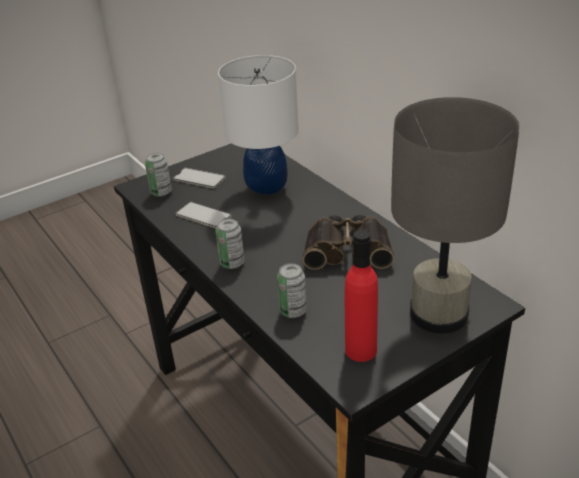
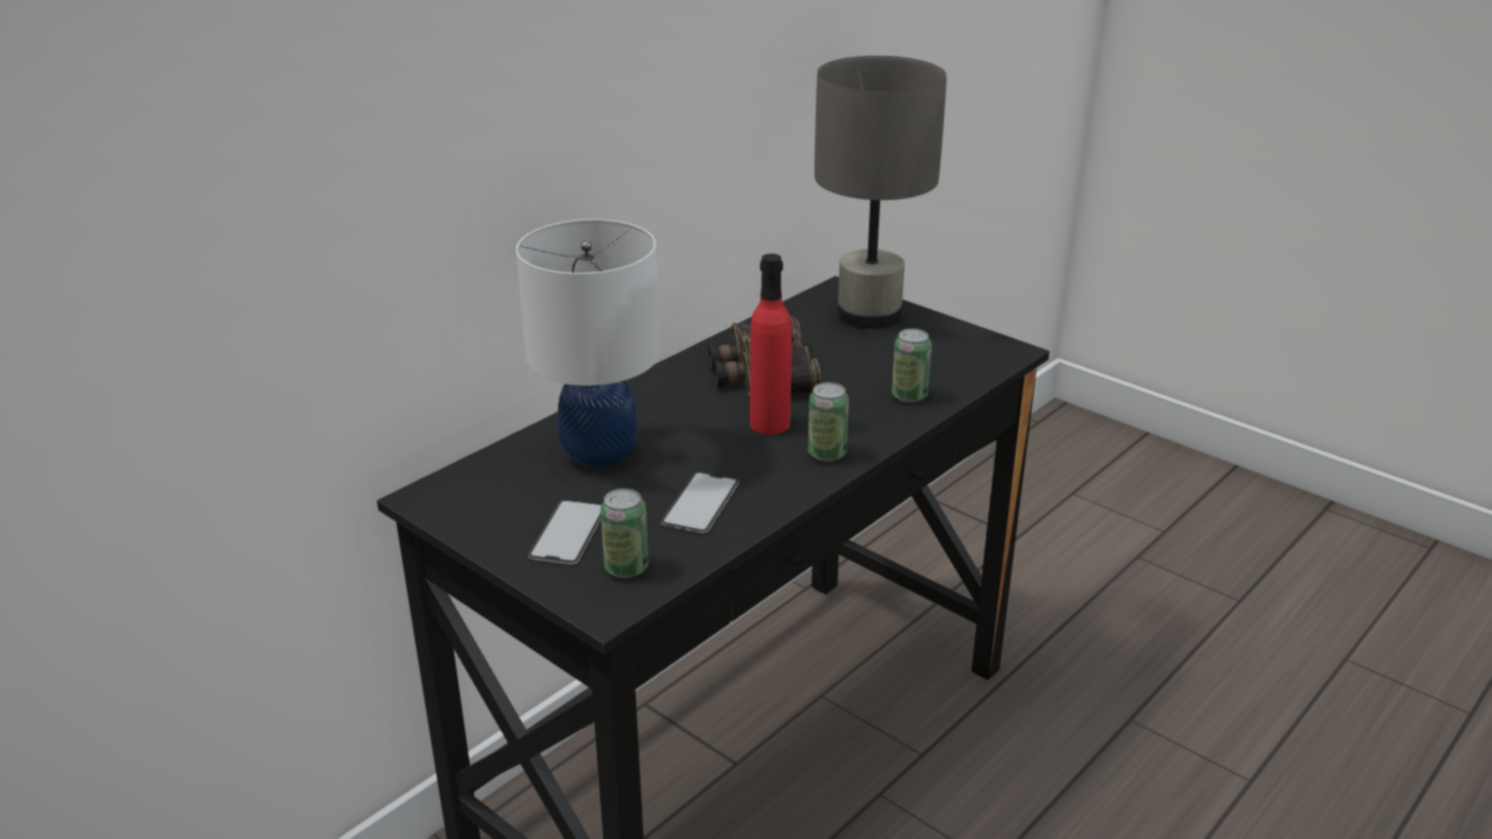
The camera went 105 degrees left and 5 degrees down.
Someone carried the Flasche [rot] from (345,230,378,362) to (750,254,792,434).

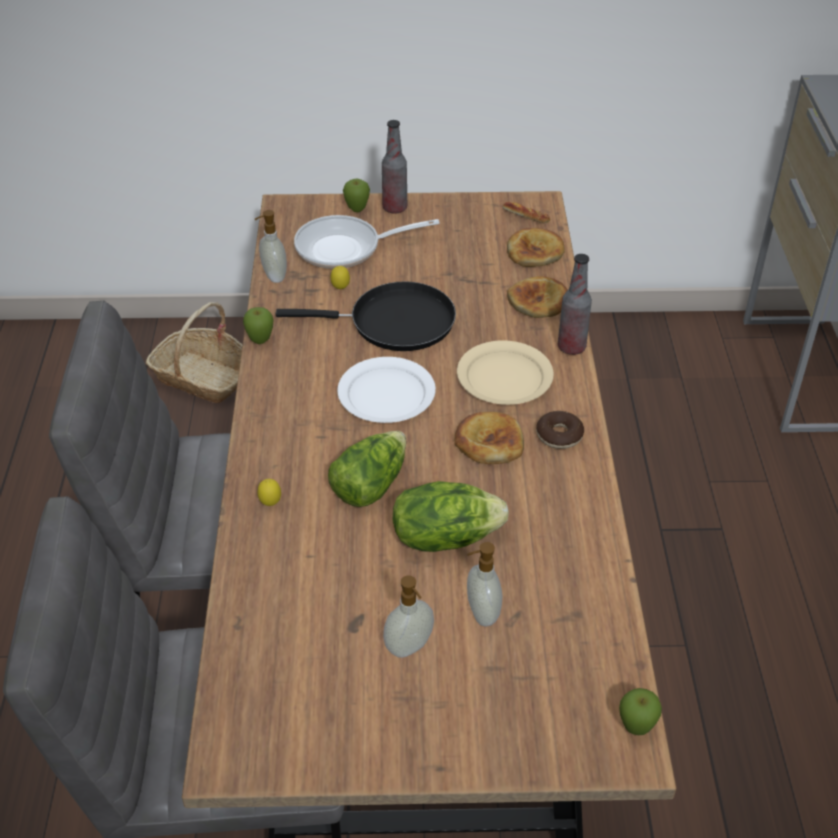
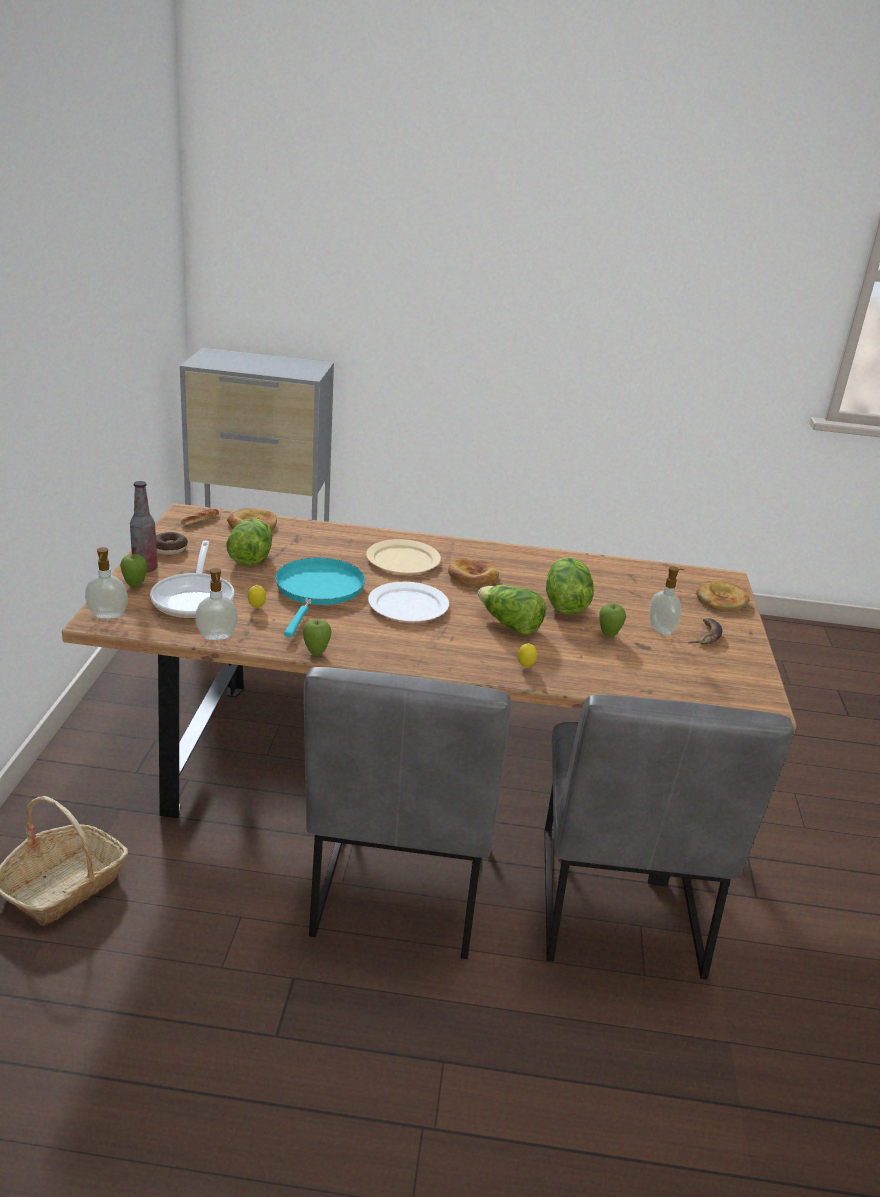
The camera went 85 degrees left and 15 degrees down.
Someone repainted the Pfanne [schwarz] at (276,281,456,351), which became the Pfanne [türkis] at (275,558,365,637).
Someone carried the Seifenspender from (467,542,502,626) to (85,547,128,618).
Someone carried the Brot from (507,276,568,318) to (696,581,750,612).
Someone carried the Donut from (536,411,584,449) to (156,532,188,555).
Someone took away the Flasche at (558,254,592,355).
Someone carried the Apfel from (619,688,662,735) to (599,603,626,637).
Someone put down the Salatkopf at (226,519,272,566).
Someone put down the Banane at (687,618,722,645).

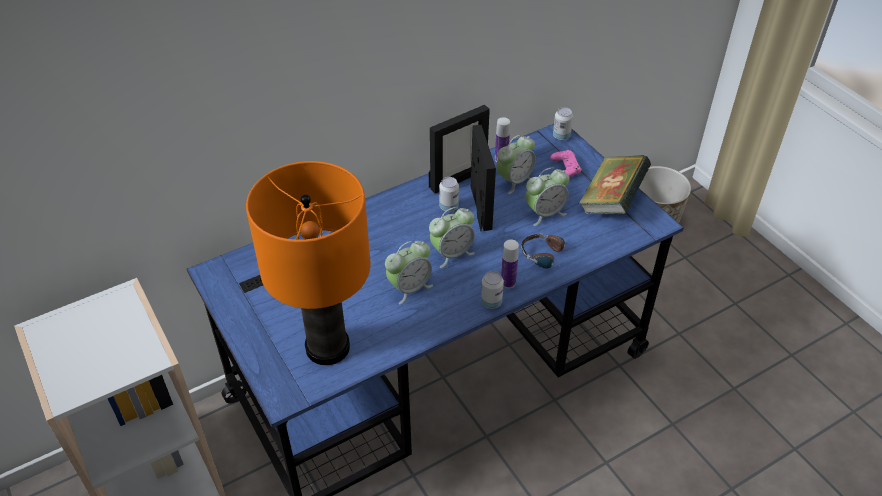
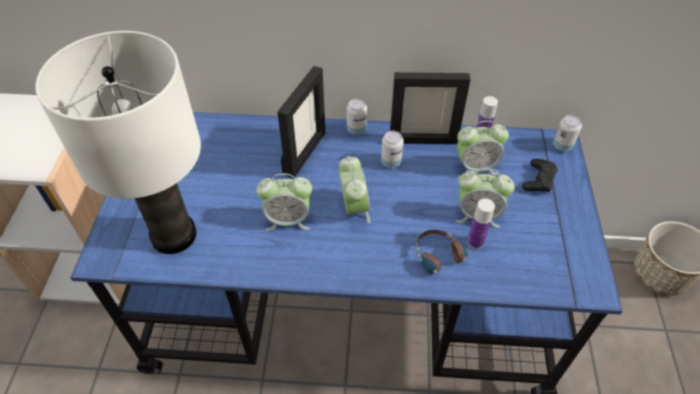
The camera went 35 degrees right and 5 degrees up.
Someone repainted the Tischlampe [orange] at (246,161,371,365), which became the Tischlampe [weiß] at (35,31,201,254).
Someone rotated the Wecker at (429,207,475,268) by 105 degrees counterclockwise.
Someone carried the Bilderrahmen from (471,125,496,231) to (277,66,325,179).
Someone carried the Dose from (481,271,504,309) to (347,98,367,135).
Someone carried the Flasche from (501,240,519,288) to (467,199,495,249).
Someone repainted the Gamepad [rosa] at (550,150,582,178), which became the Gamepad [schwarz] at (522,159,558,193).
Someone took away the Buch at (579,155,651,214).

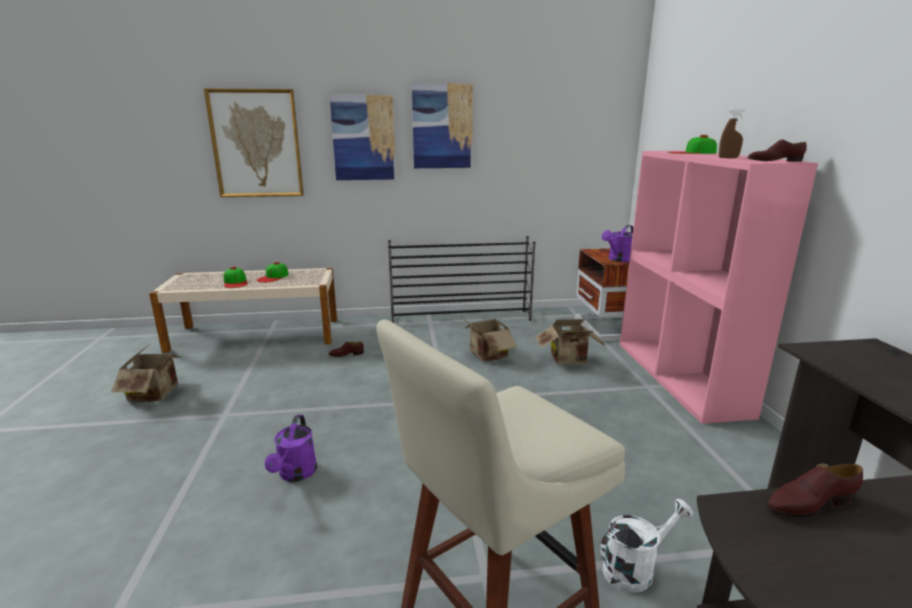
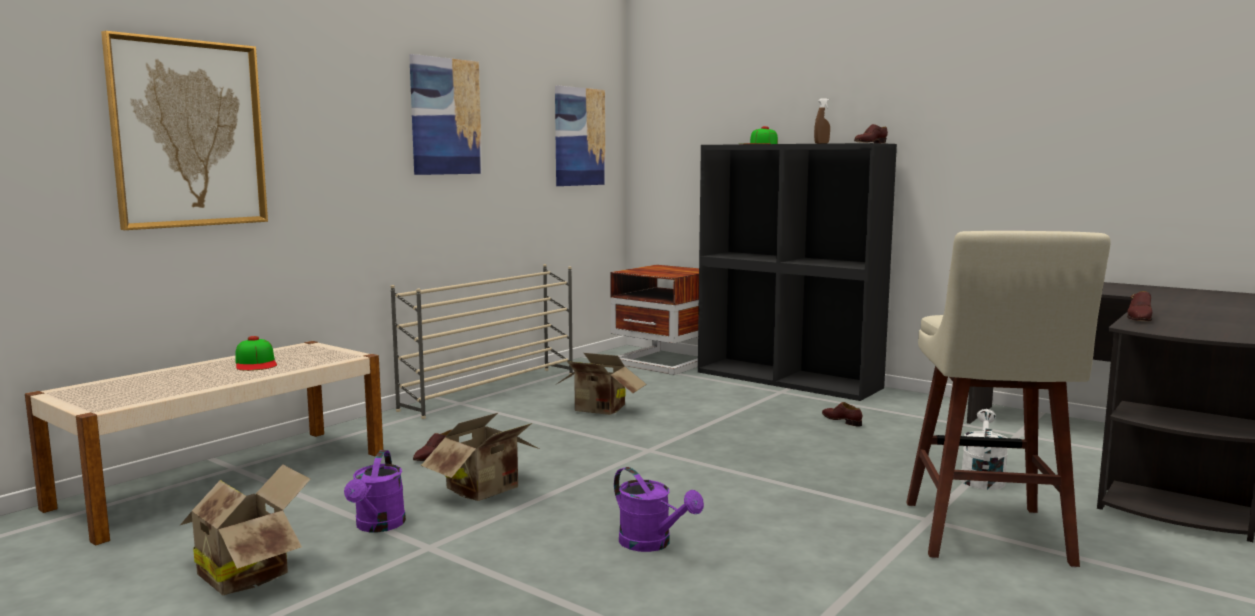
The camera went 45 degrees left and 10 degrees down.
Someone took away the Kappe at (224,267,248,288).
Someone carried the Bild from (330,95,396,180) to (555,86,605,186).
Someone repainted the Schuhregal [schwarz] at (388,236,535,323), which became the Schuhregal [beige] at (391,264,573,419).
Someone carried the Karton from (536,319,606,365) to (421,412,539,501).
Someone carried the Gießkanne [lila] from (601,225,634,262) to (344,450,406,533).
Someone repainted the Bücherregal [rosa] at (620,151,818,424), which became the Bücherregal [schwarz] at (698,143,897,401).
Someone put down the Schuh [braun] at (822,402,863,426).

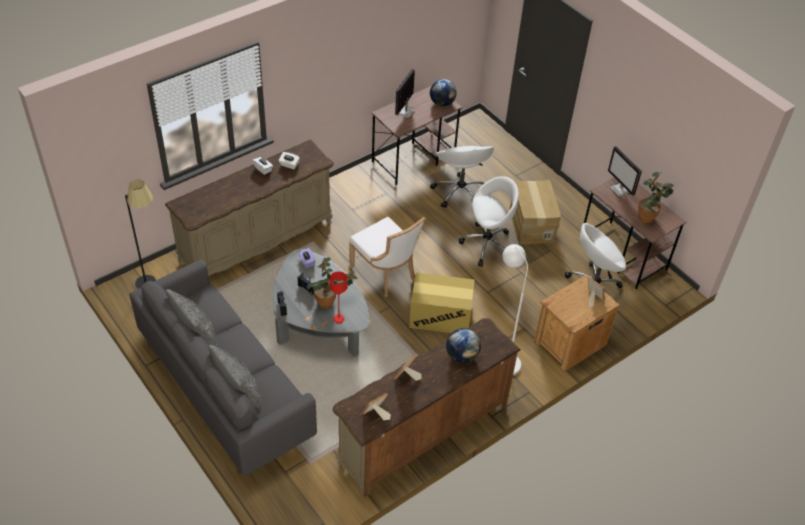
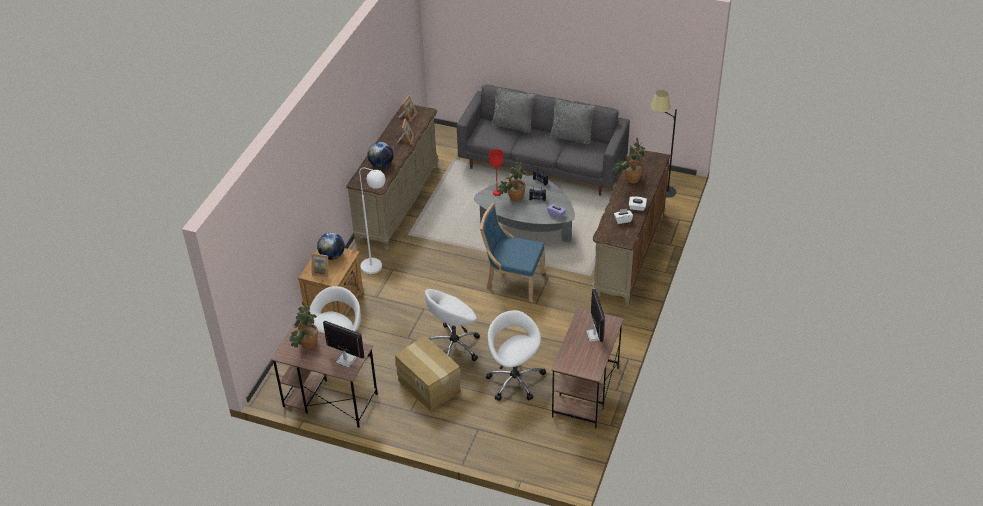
The camera went 150 degrees right and 5 degrees down.
Someone repainted the Stuhl [weiß] at (349,217,425,297), which became the Stuhl [blau] at (480,203,545,302).
Someone took away the Karton at (409,272,475,333).
Someone carried the Globus from (430,79,457,106) to (317,232,345,260).
Someone put down the Topfpflanze at (612,138,645,184).

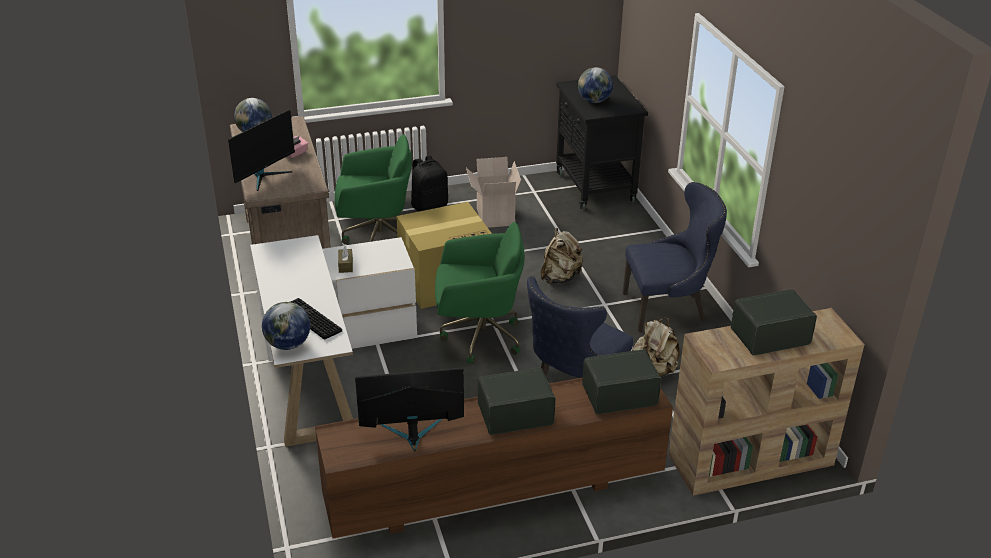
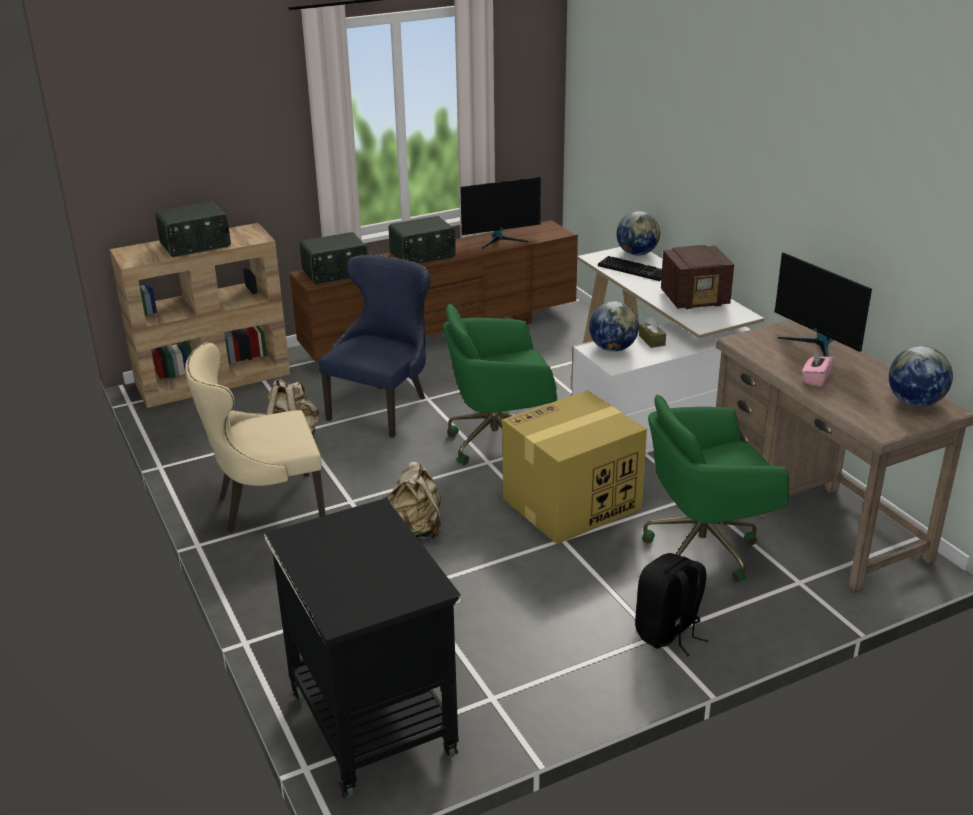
The camera went 170 degrees right and 5 degrees down.
Someone rotated the Monitor at (228,109,295,191) by 60 degrees counterclockwise.
Someone took away the Karton at (466,157,521,228).
Someone carried the Globus from (578,67,613,103) to (589,301,639,352).
Someone repainted the Stuhl [blau] at (623,182,727,332), which became the Stuhl [beige] at (185,342,326,533).
Someone put down the Radio at (661,245,734,309).

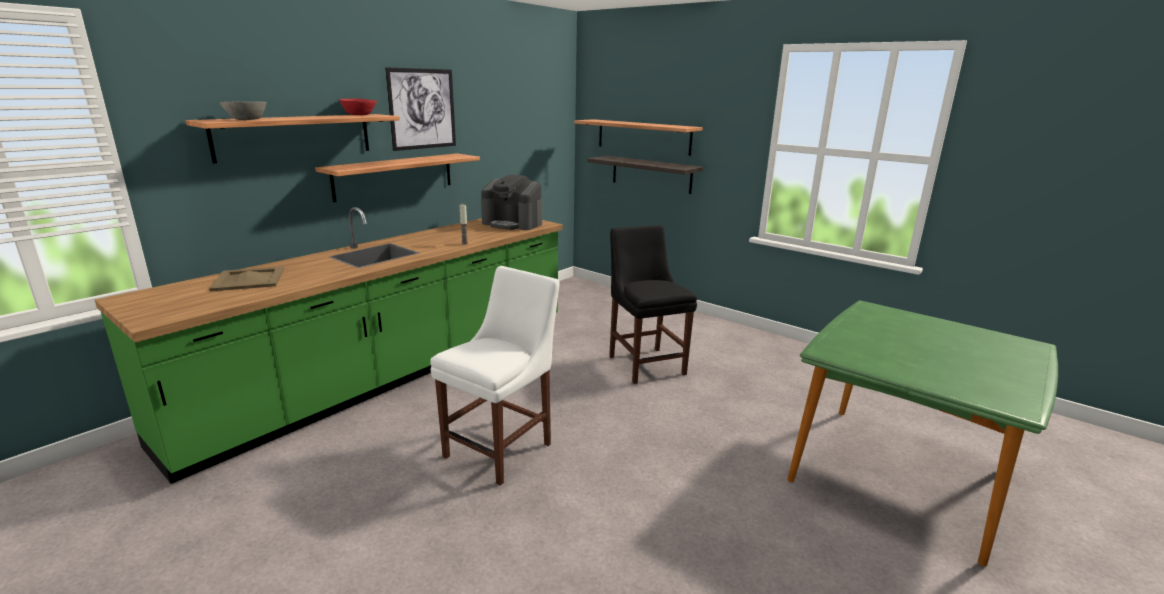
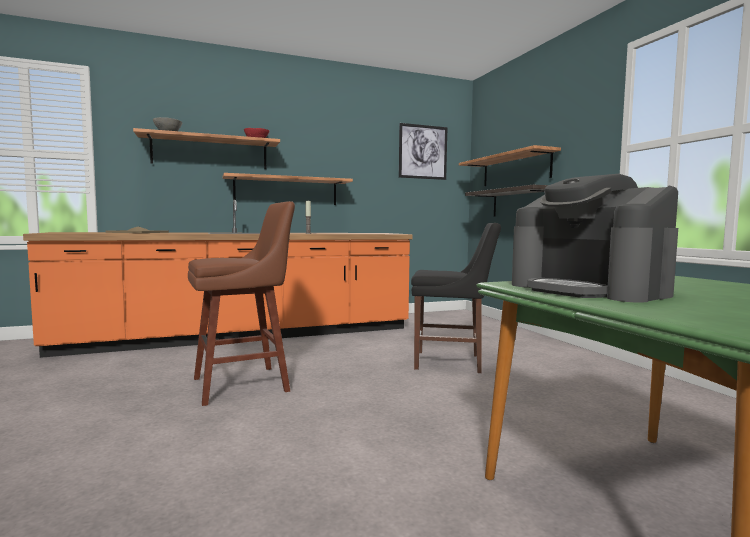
The camera went 30 degrees right and 15 degrees down.
Someone repainted the Küchenzeile [grün] at (95,207,563,484), which became the Küchenzeile [orange] at (23,200,413,358).
Someone carried the Bild from (385,67,456,151) to (399,123,447,180).
Someone swapped the Stuhl [weiß] at (430,266,559,486) for the Hocker [braun] at (188,201,295,406).
Someone carried the Kaffeemaschine from (481,175,542,230) to (512,174,678,303).
Someone rotated the Stuhl [schwarz] at (609,225,697,384) by 90 degrees clockwise.

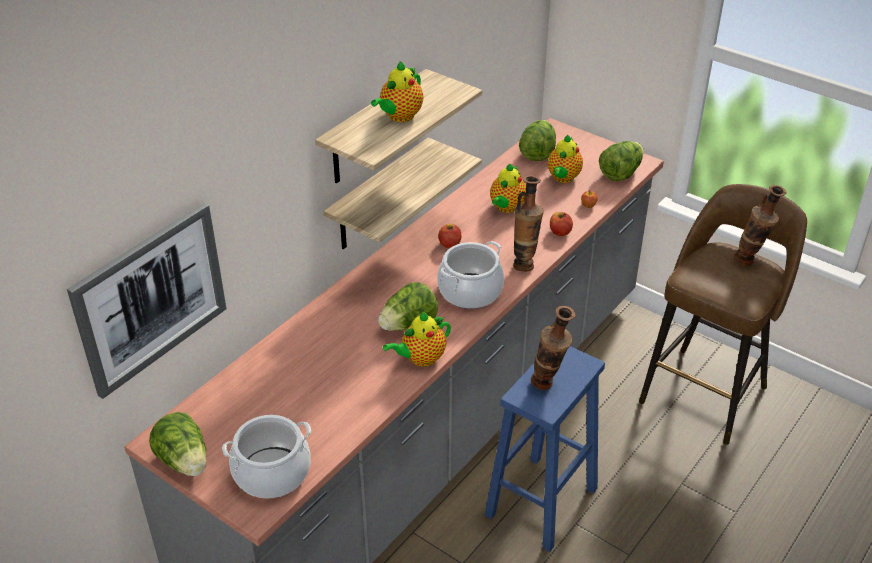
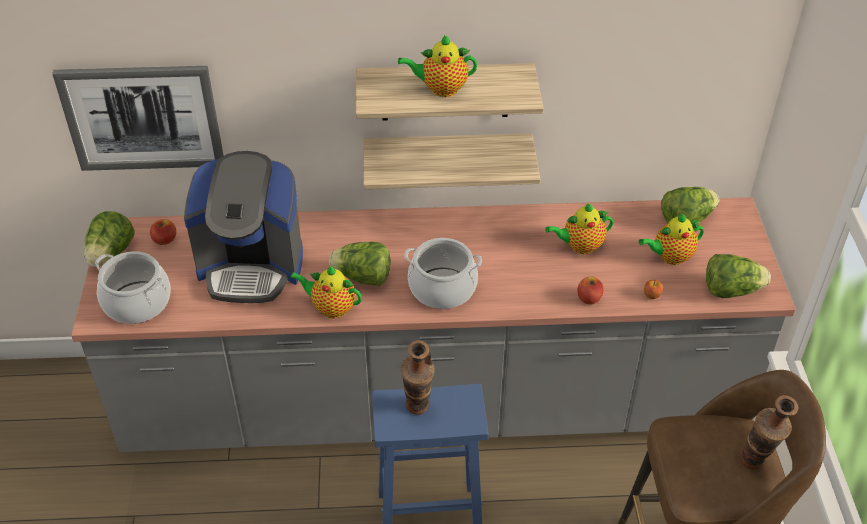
The camera went 50 degrees right and 5 degrees up.
Someone carried the Apfel from (439,224,461,248) to (150,219,177,245).
Someone took away the Vase at (513,175,544,272).
Someone put down the Kaffeemaschine at (184,151,303,303).

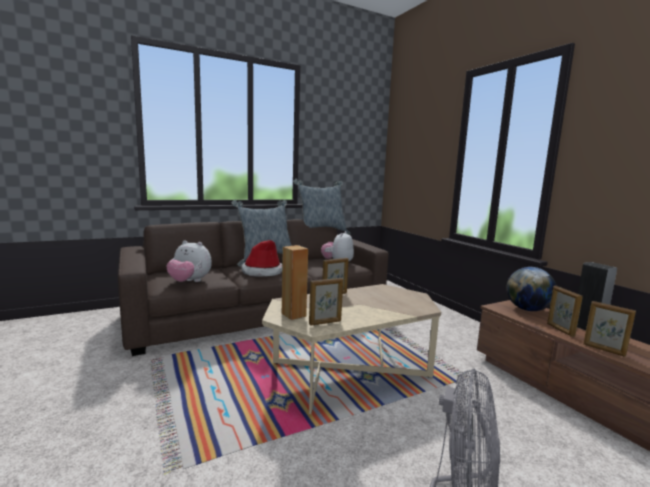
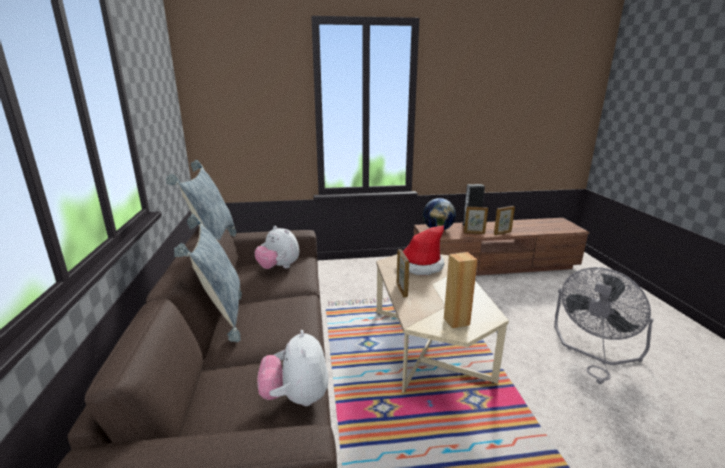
The camera went 70 degrees left and 10 degrees up.
Someone rotated the Plüschtier at (167,240,212,282) by 135 degrees clockwise.
Someone carried the Hut from (242,240,282,277) to (403,225,444,275).
Someone took away the Bilderrahmen at (309,278,343,326).

